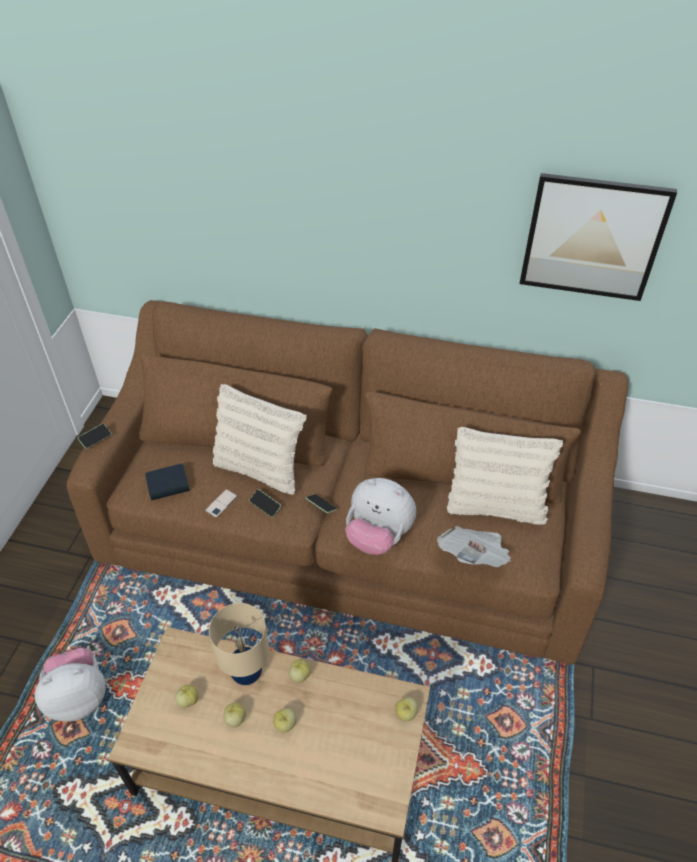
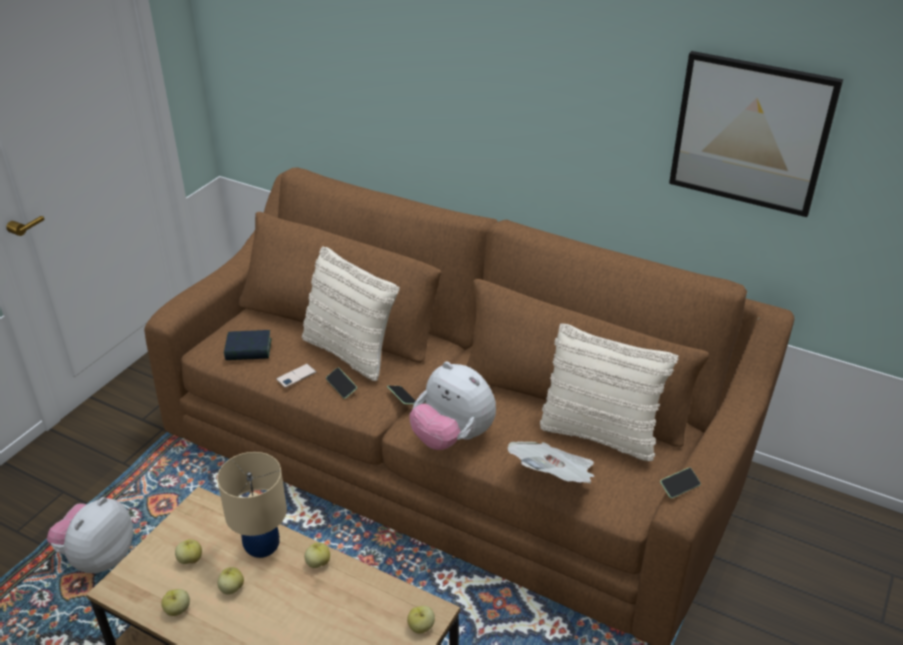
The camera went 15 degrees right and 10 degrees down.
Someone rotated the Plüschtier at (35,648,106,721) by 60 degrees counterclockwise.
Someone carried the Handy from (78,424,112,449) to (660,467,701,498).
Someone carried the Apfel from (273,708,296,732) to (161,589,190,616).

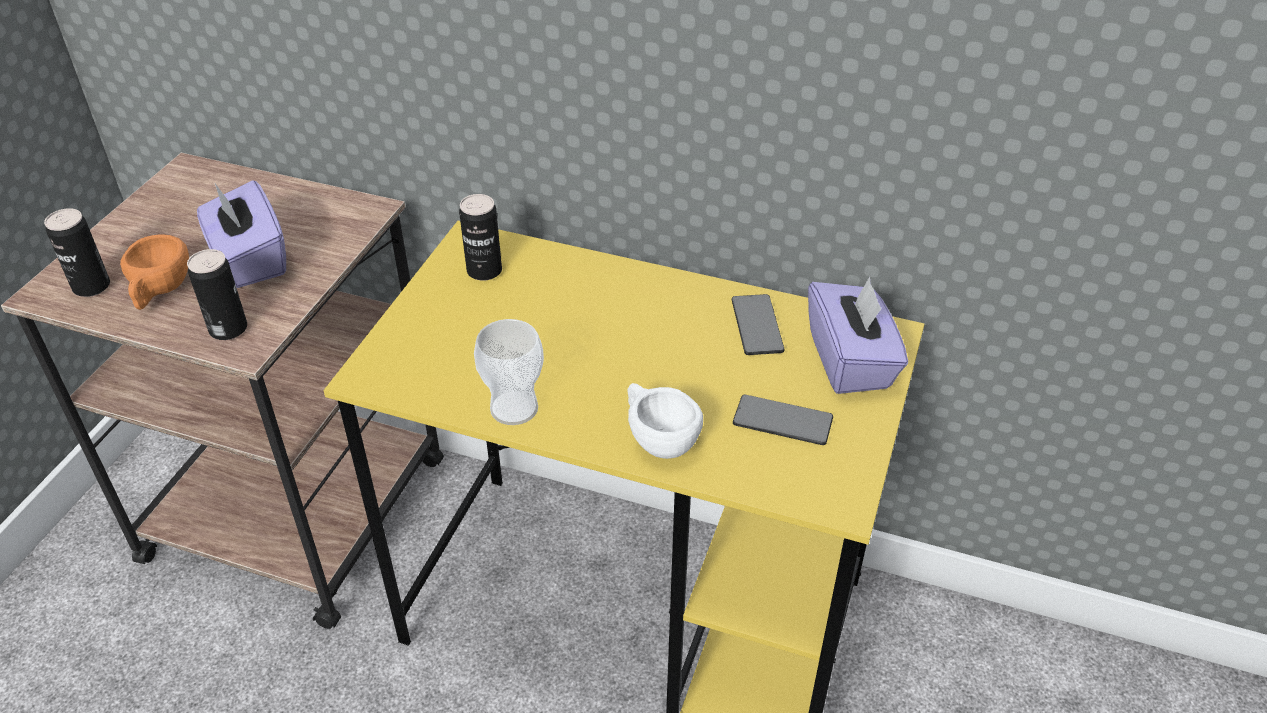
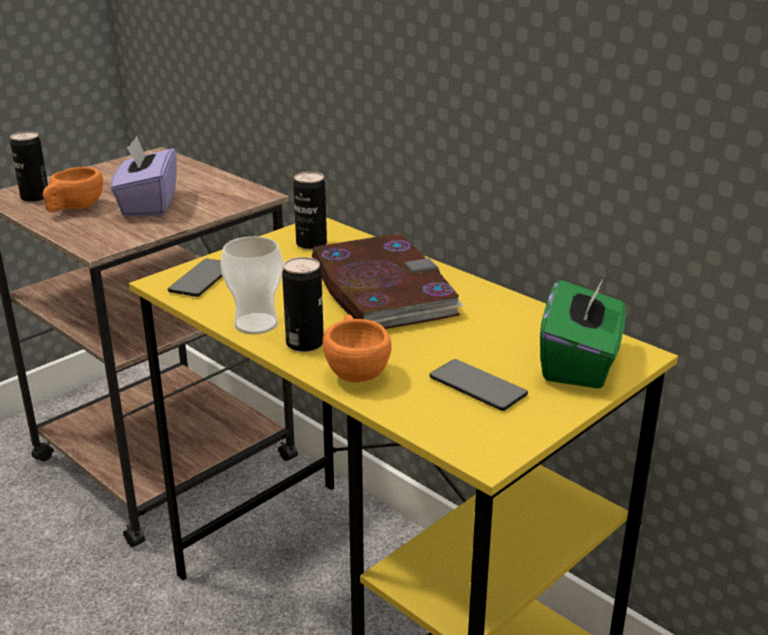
The camera went 25 degrees right and 15 degrees down.
Someone carried the Dose from (187,249,247,340) to (282,257,324,352).
Someone repainted the Tasse [weiß] at (627,383,703,459), which became the Tasse [orange] at (323,314,392,382).
Someone carried the Handy from (732,294,785,355) to (168,259,222,297).
Someone repainted the Taschentuchbox [lila] at (808,277,908,394), which became the Taschentuchbox [grün] at (540,274,626,389).
Someone put down the Buch at (312,234,464,329).

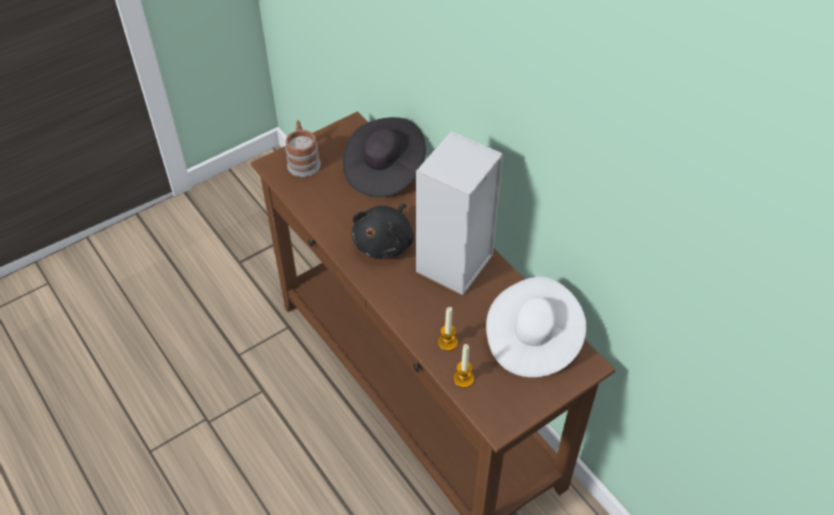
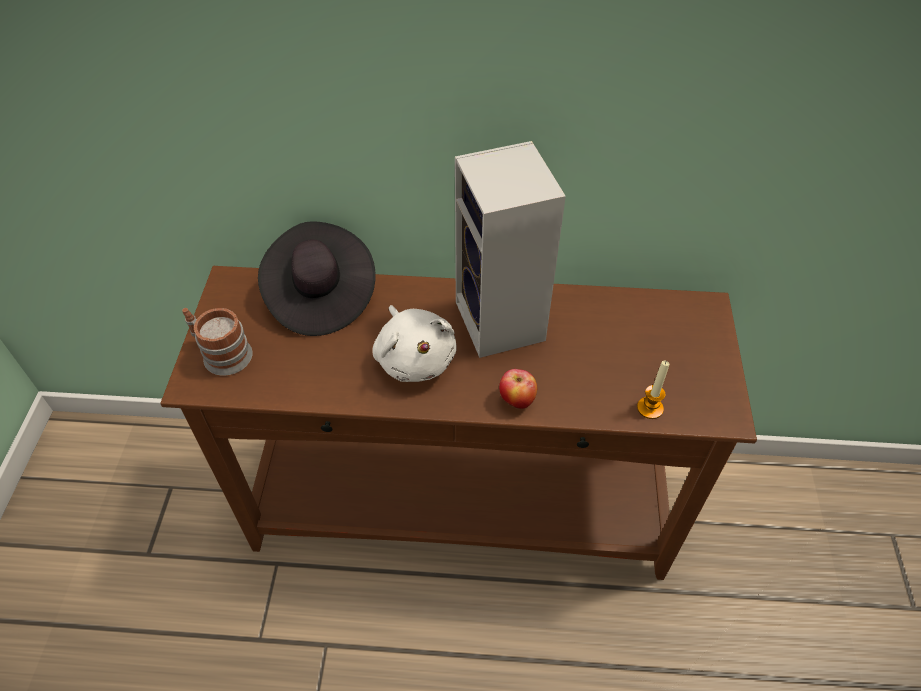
The camera went 50 degrees left and 0 degrees up.
Someone repainted the Plüschtier [schwarz] at (352,203,414,259), which became the Plüschtier [weiß] at (372,305,457,382).
Someone took away the Kerze at (438,307,458,351).
Someone took away the Hut [weiß] at (486,277,586,377).
Someone put down the Apfel at (499,369,537,409).

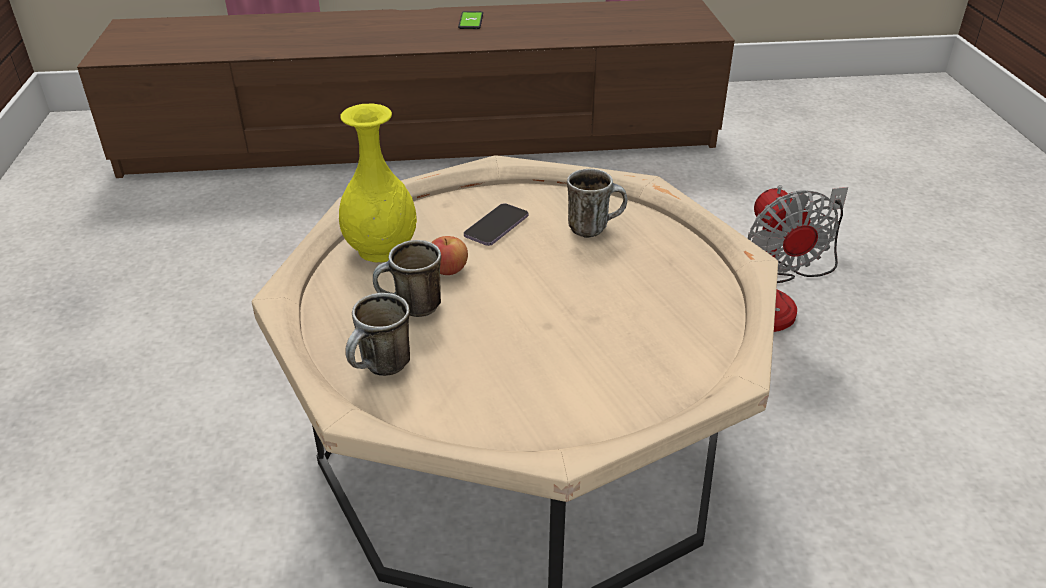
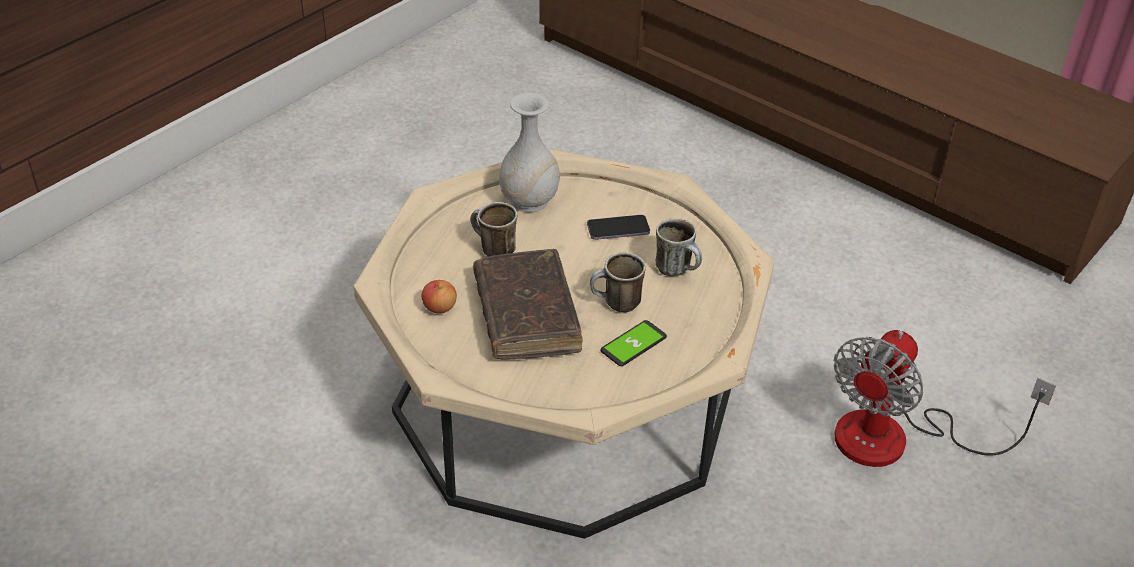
The camera went 45 degrees right and 5 degrees up.
Someone repainted the Vase [gelb] at (339,103,417,263), which became the Vase [weiß] at (499,93,560,213).
Someone carried the Henkelbecher from (346,293,410,376) to (590,252,646,312).
Someone carried the Apfel from (431,236,468,275) to (422,280,457,314).
Someone carried the Handy from (458,11,483,29) to (600,320,667,366).
Someone put down the Buch [braun] at (473,249,583,360).

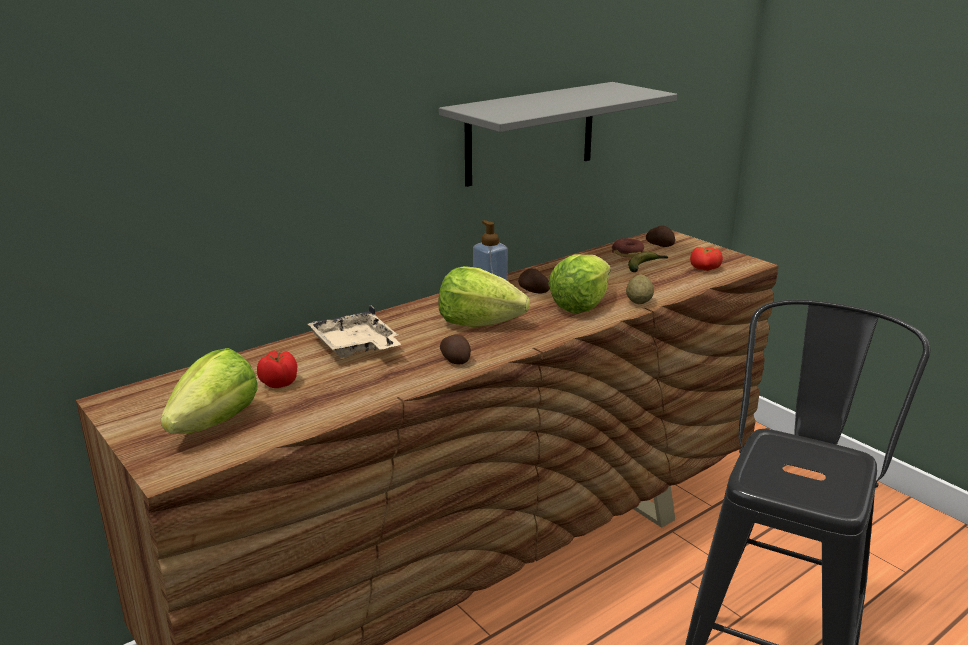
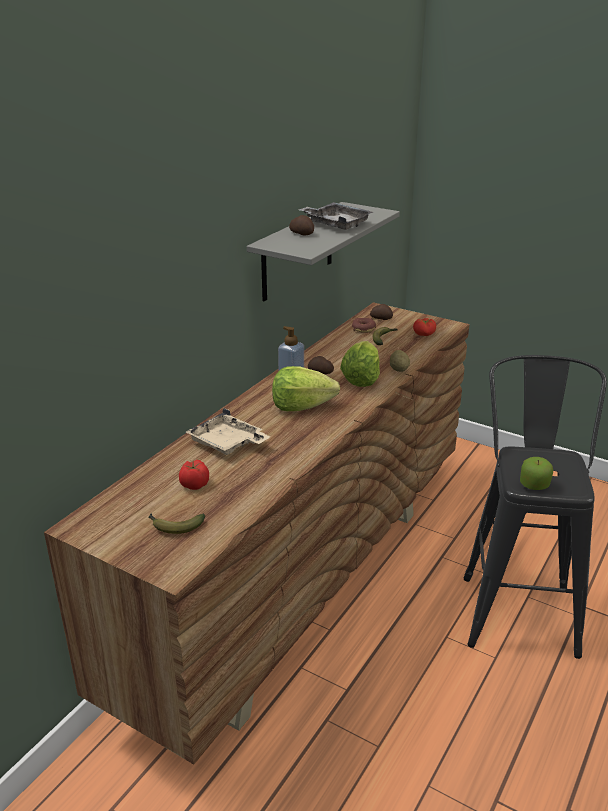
The camera went 20 degrees left and 5 degrees up.
Someone swapped the Salatkopf at (160,348,258,434) for the Banane at (149,514,205,534).
Someone carried the Kartoffel from (440,334,471,365) to (289,215,314,235).
Someone put down the Tablett [grau] at (299,202,373,230).
Someone put down the Apfel at (520,457,553,490).

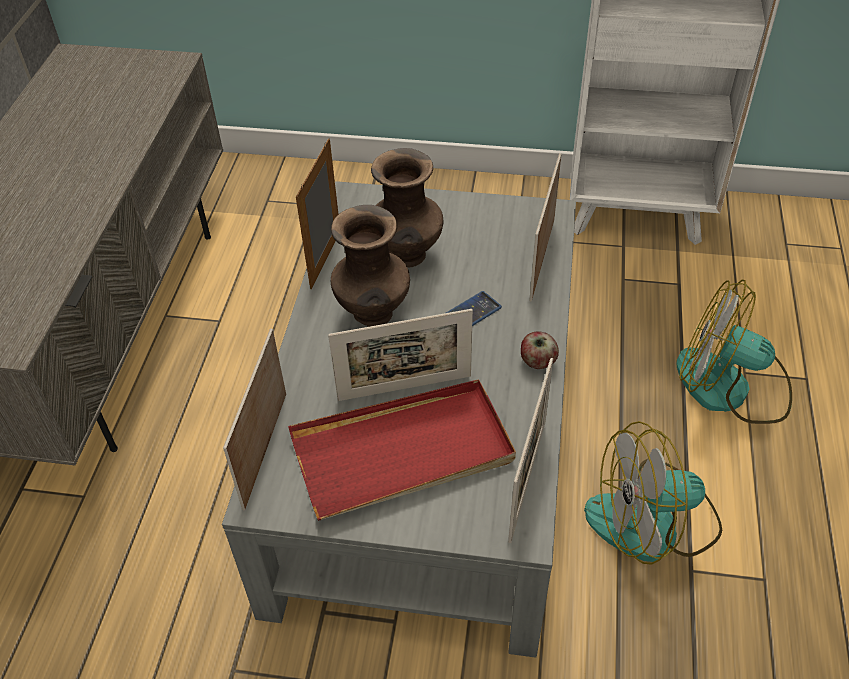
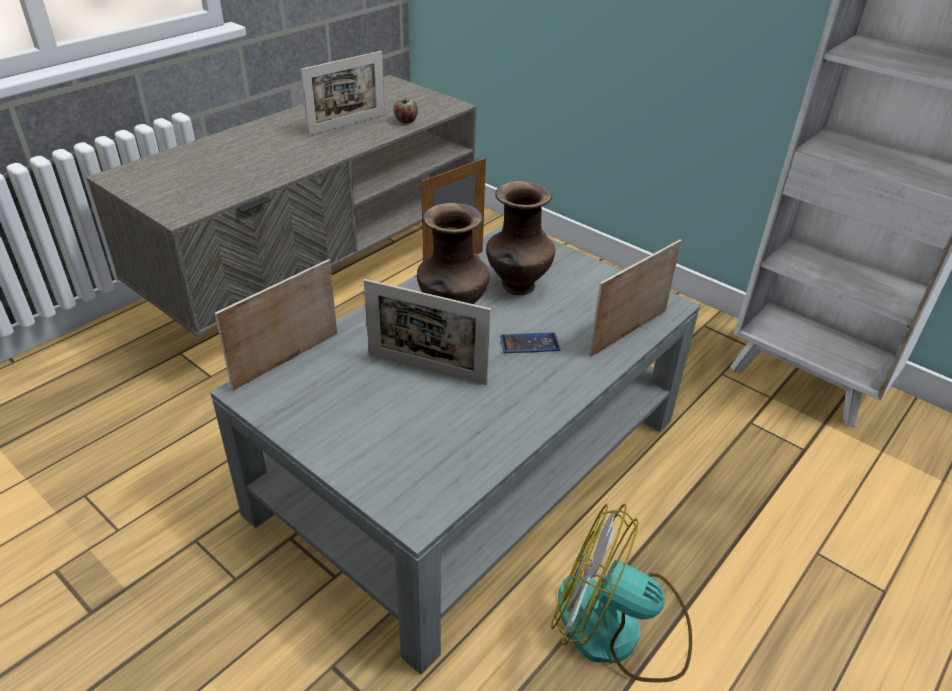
The camera went 30 degrees right and 10 degrees down.
Someone took away the Tablett [rot] at (288,379,516,521).
Someone carried the Bilderrahmen from (508,358,553,543) to (300,51,385,136).
Someone carried the Apfel from (521,332,559,369) to (393,98,418,123).
Someone took away the Ventilator at (676,279,792,424).

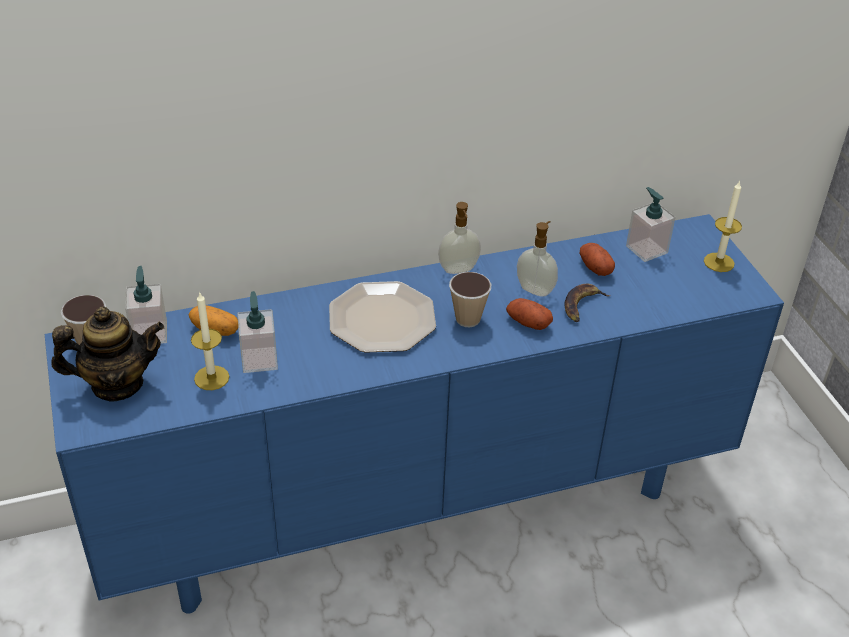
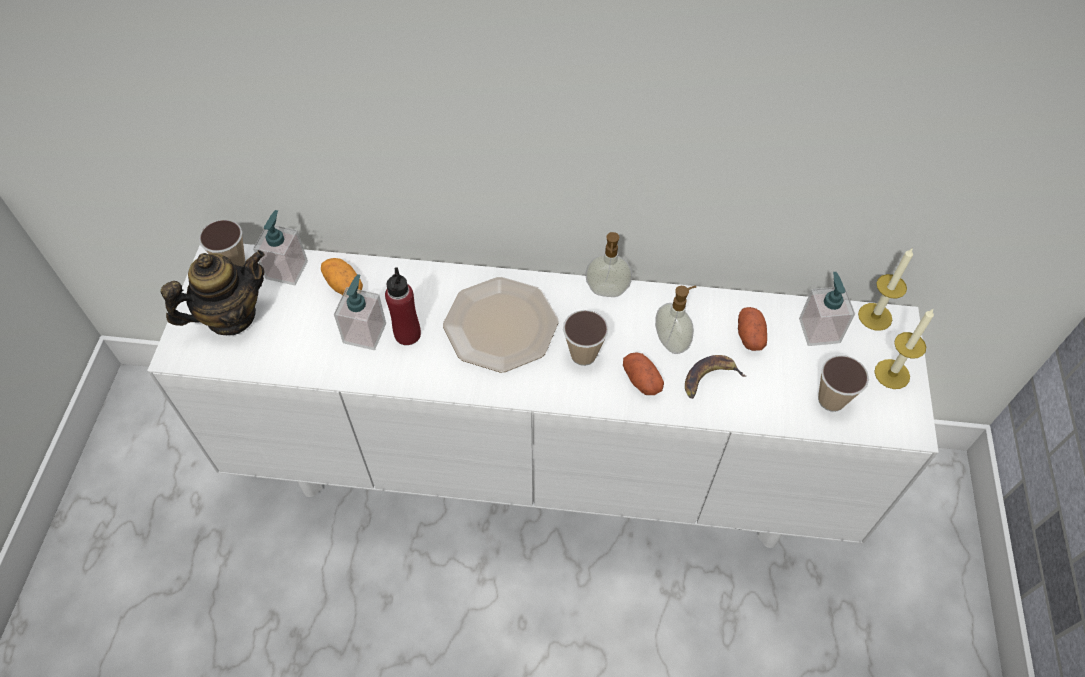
The camera went 25 degrees right and 15 degrees up.
Someone repainted the Schrank [blau] at (45,214,784,614), which became the Schrank [weiß] at (147,244,938,548).
Someone rotated the Teekanne at (51,307,164,402) by 45 degrees counterclockwise.
Someone carried the Kerze from (191,291,230,390) to (858,248,913,331).
Someone put down the Flasche [rot] at (385,267,421,345).
Someone put down the Tasse at (818,355,869,412).

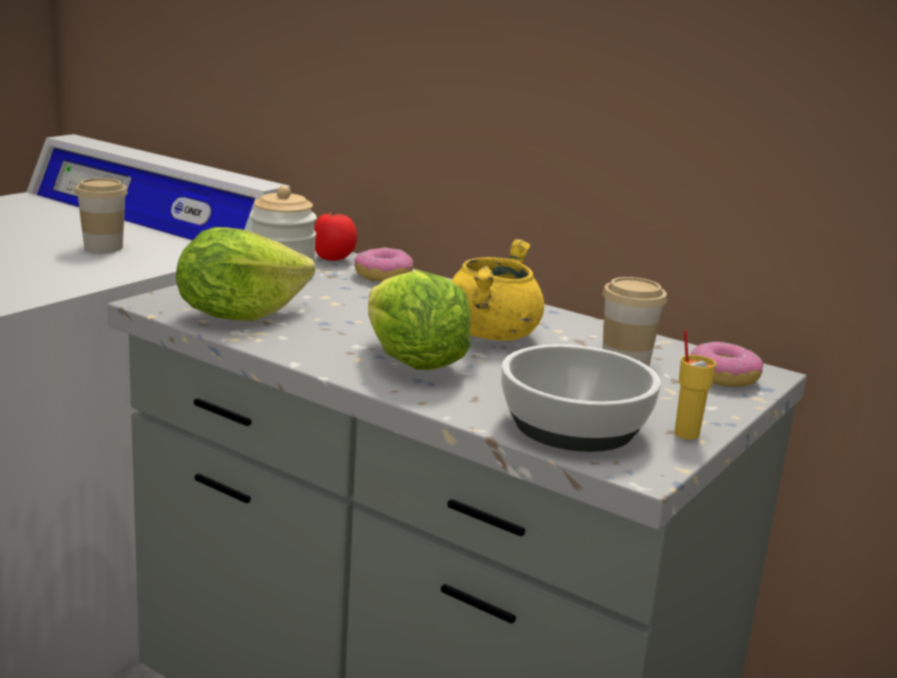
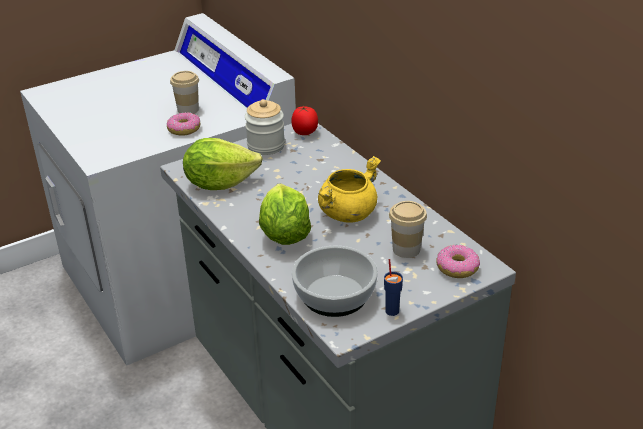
The camera went 25 degrees right and 15 degrees up.
Someone carried the Donut from (354,247,413,281) to (167,112,200,136).
Someone repainted the Tasse [gelb] at (675,330,716,440), which became the Tasse [blau] at (384,259,403,316).

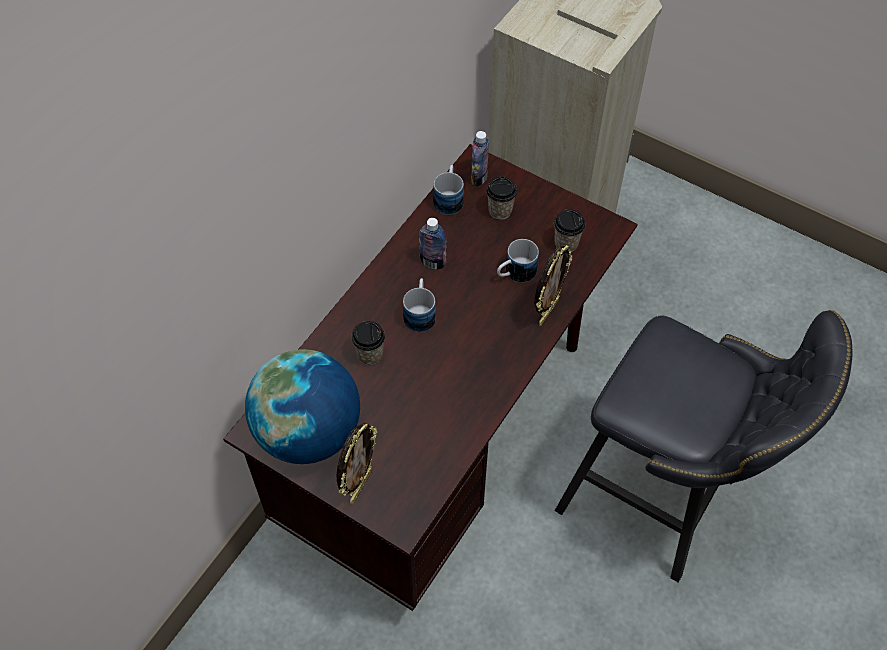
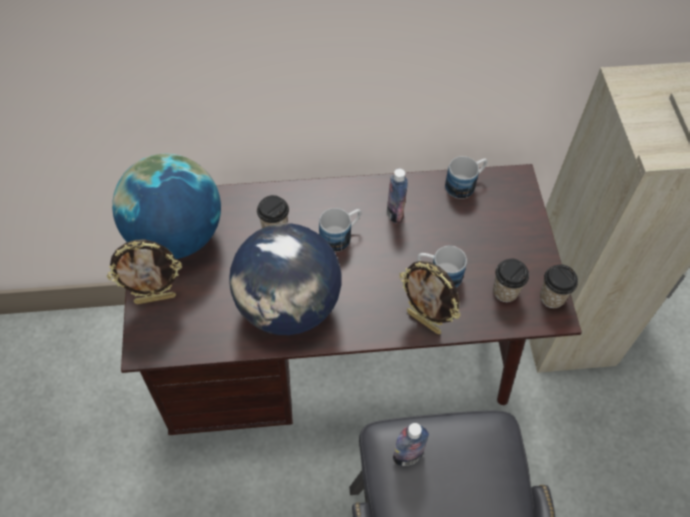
The camera went 50 degrees right and 0 degrees up.
Someone carried the Flasche from (471,131,489,186) to (393,423,429,466).
Someone carried the Tasse from (486,177,517,220) to (540,265,578,308).
Someone rotated the Bilderrahmen at (535,245,572,326) by 45 degrees clockwise.
Someone put down the Globus at (229,223,342,335).

